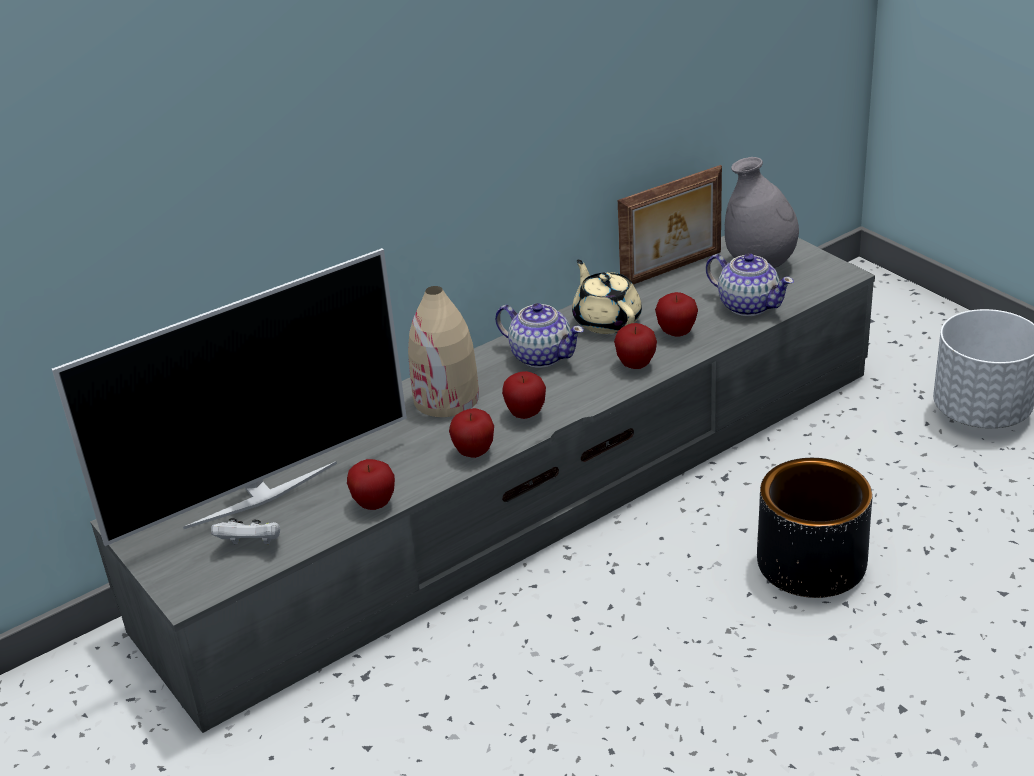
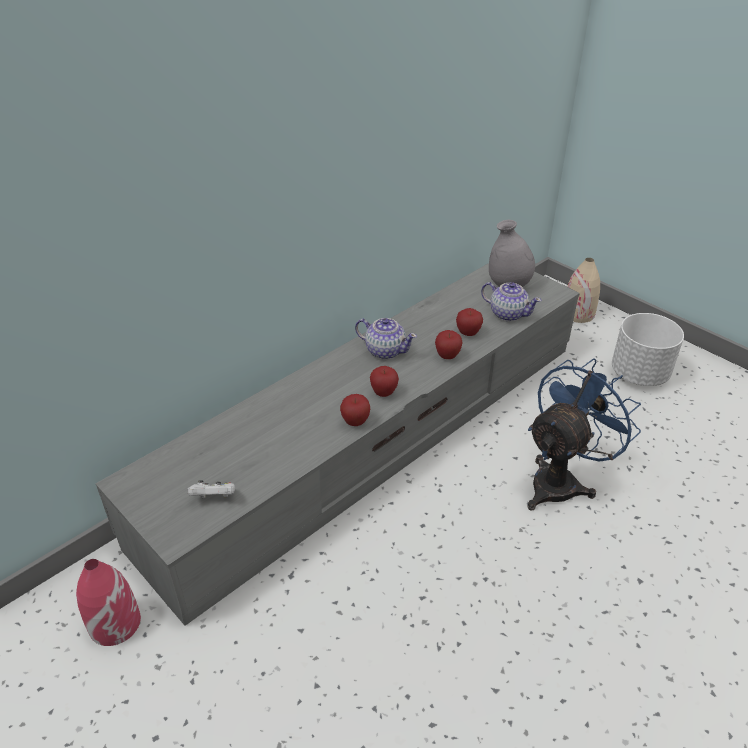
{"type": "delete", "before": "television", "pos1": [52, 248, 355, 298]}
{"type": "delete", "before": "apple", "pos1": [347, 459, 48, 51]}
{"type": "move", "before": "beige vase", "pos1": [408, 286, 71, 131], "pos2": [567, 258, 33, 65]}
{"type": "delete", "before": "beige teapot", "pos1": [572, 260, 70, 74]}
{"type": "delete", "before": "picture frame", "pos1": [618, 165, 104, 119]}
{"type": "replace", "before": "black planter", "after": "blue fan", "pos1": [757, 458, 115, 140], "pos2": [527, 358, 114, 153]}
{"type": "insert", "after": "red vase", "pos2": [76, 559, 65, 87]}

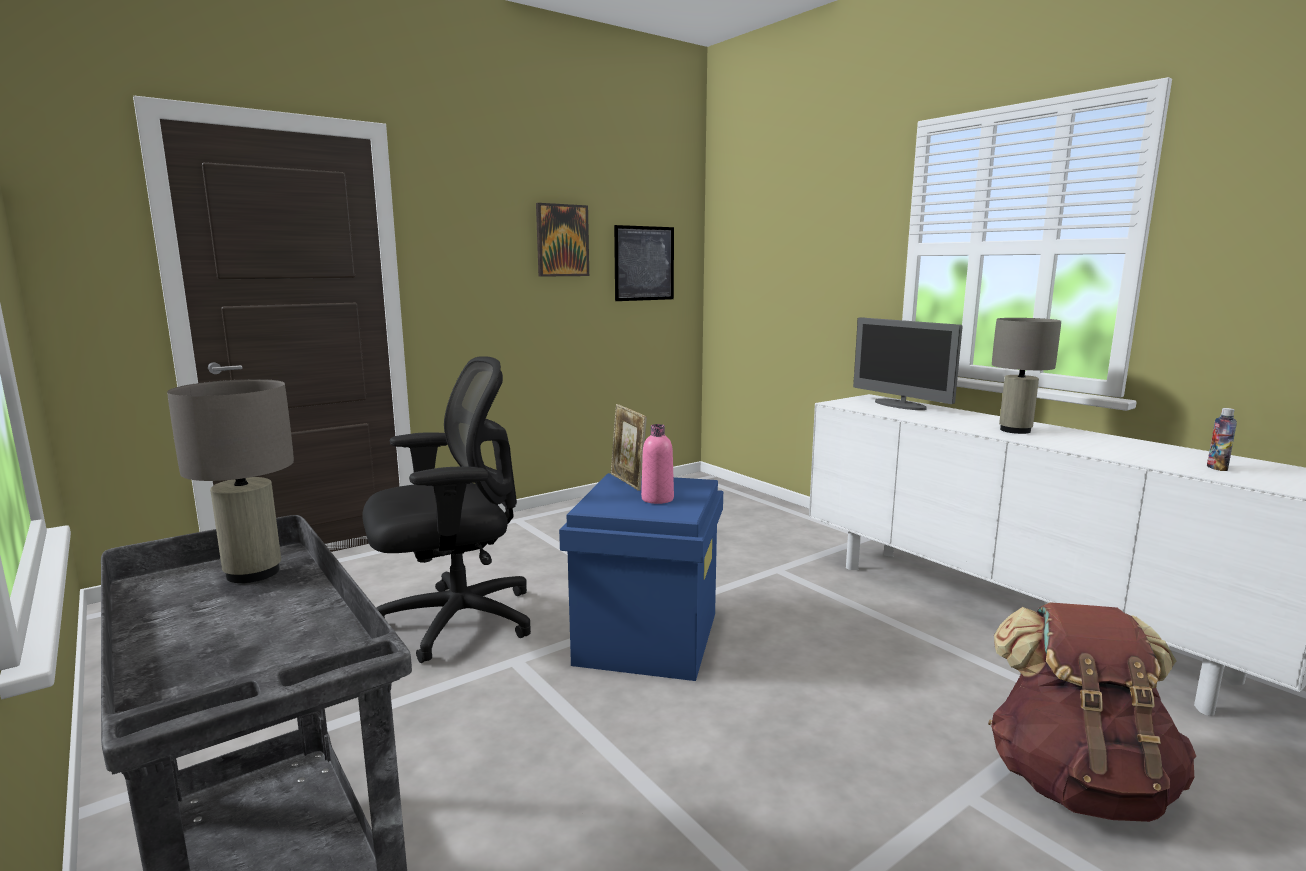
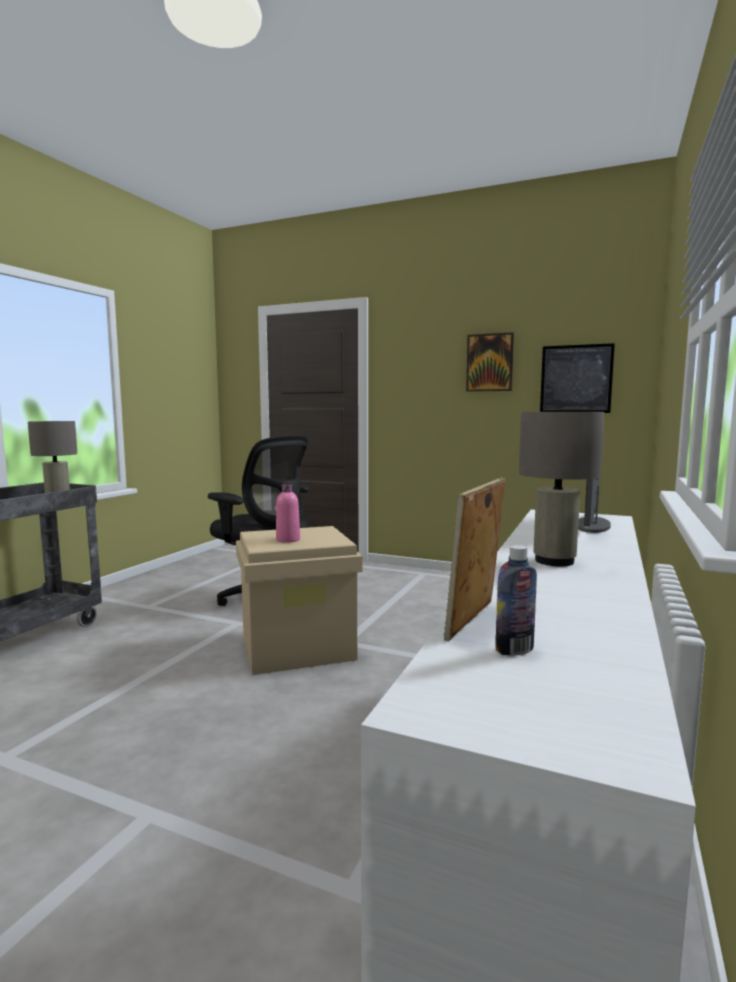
{"type": "recolor", "before": "blue storage box", "after": "beige storage box", "pos1": [559, 473, 164, 208], "pos2": [236, 526, 127, 149]}
{"type": "move", "before": "picture frame", "pos1": [610, 404, 37, 87], "pos2": [443, 478, 62, 163]}
{"type": "delete", "before": "brown backpack", "pos1": [988, 602, 208, 220]}

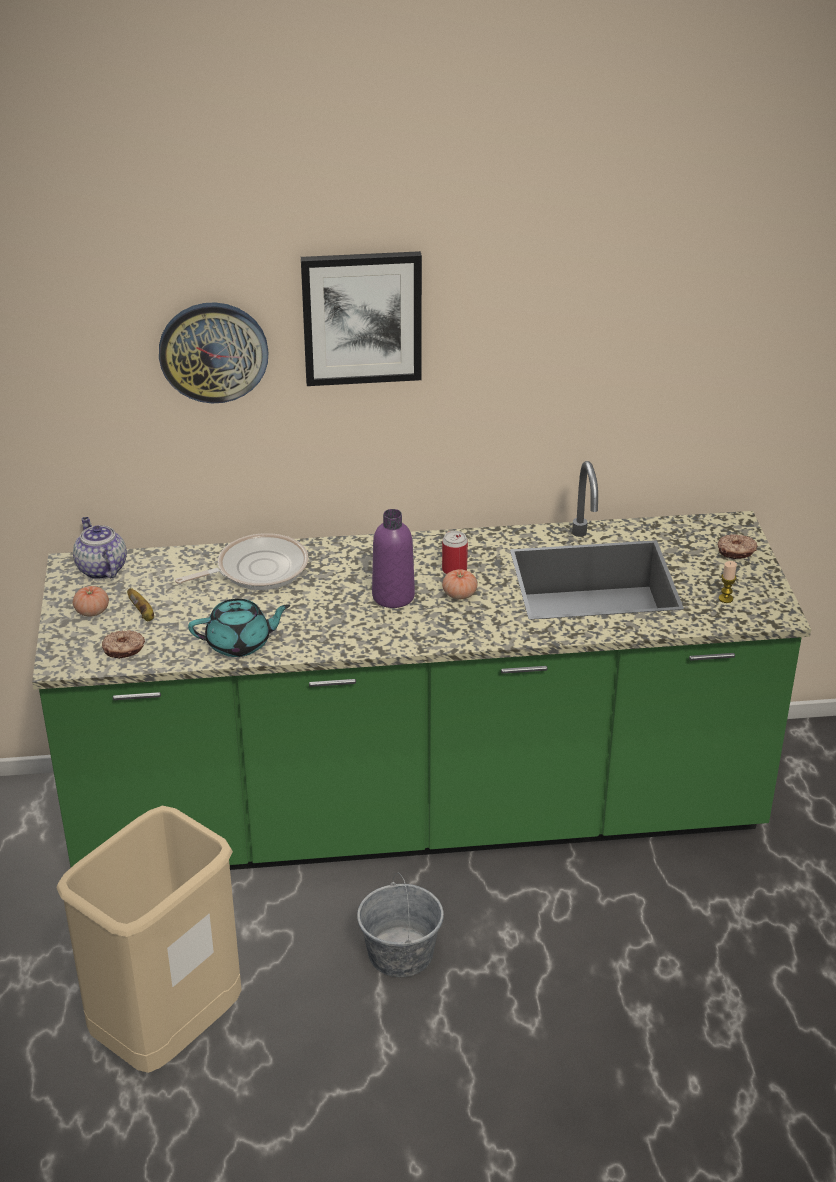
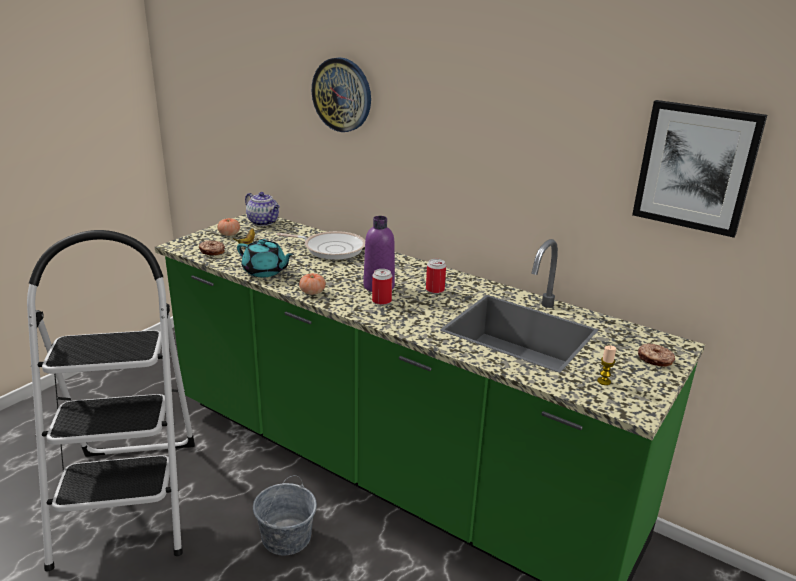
{"type": "replace", "before": "beige trash can", "after": "step ladder", "pos1": [56, 805, 186, 268], "pos2": [27, 230, 168, 341]}
{"type": "rotate", "before": "teapot", "pos1": [73, 517, 54, 62], "pos2": [245, 192, 35, 34], "turn": 120}
{"type": "move", "before": "picture", "pos1": [301, 251, 121, 135], "pos2": [632, 100, 135, 138]}
{"type": "move", "before": "tomato", "pos1": [442, 569, 35, 30], "pos2": [299, 273, 27, 22]}
{"type": "insert", "after": "can", "pos2": [372, 269, 20, 36]}

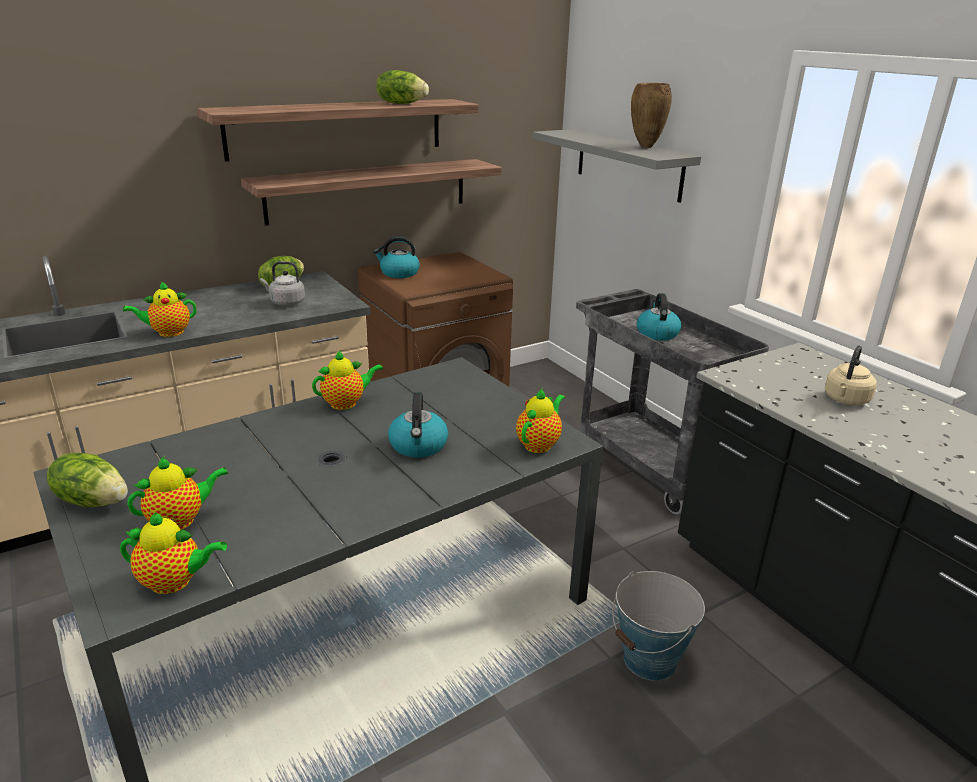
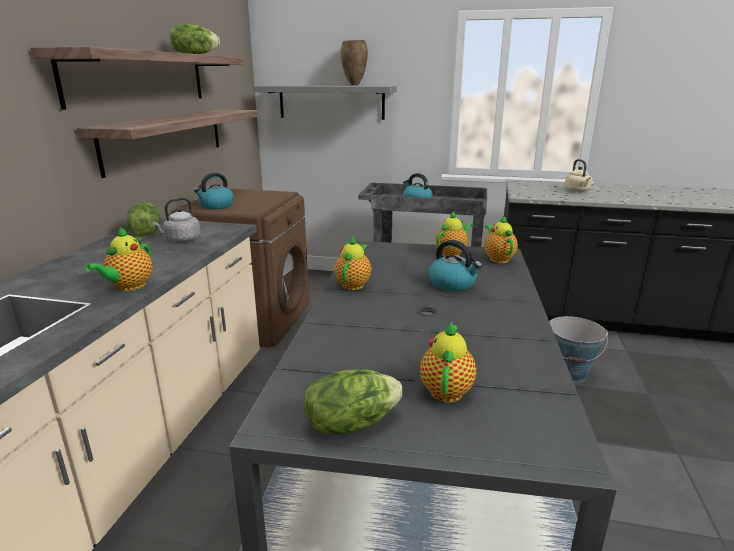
{"type": "move", "before": "teapot", "pos1": [120, 512, 107, 82], "pos2": [436, 211, 38, 45]}

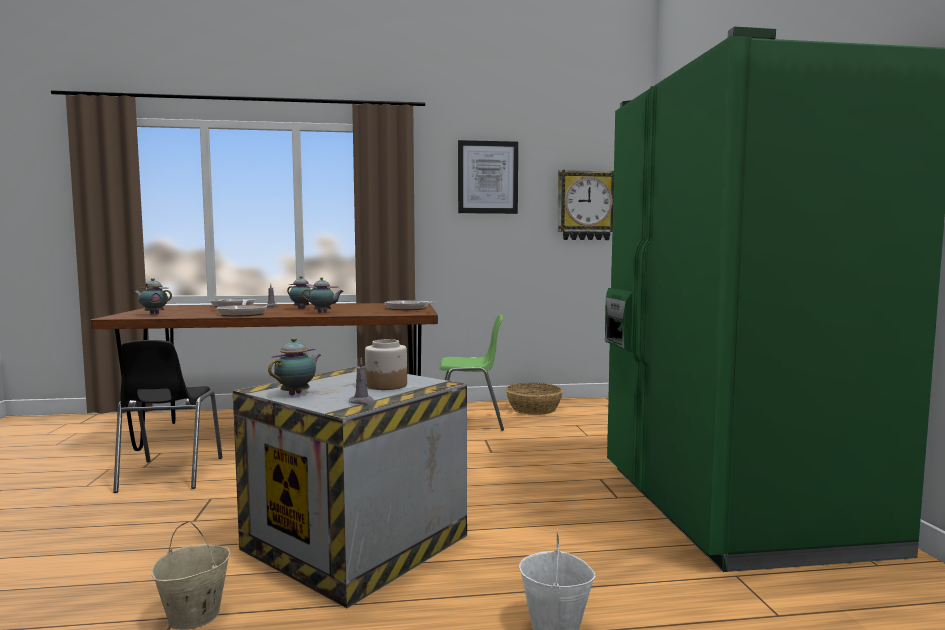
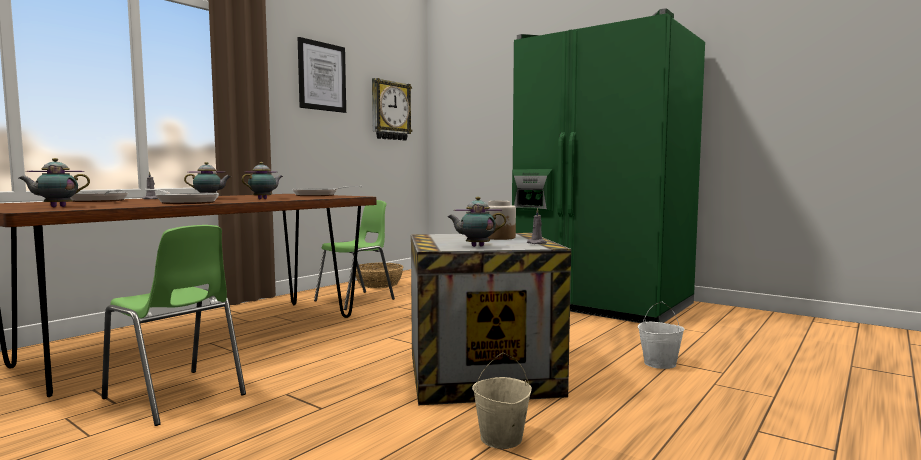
{"type": "recolor", "before": "black chair", "after": "green chair", "pos1": [113, 340, 109, 153], "pos2": [102, 225, 144, 201]}
{"type": "rotate", "before": "teapot", "pos1": [268, 337, 53, 58], "pos2": [447, 197, 59, 50], "turn": -75}

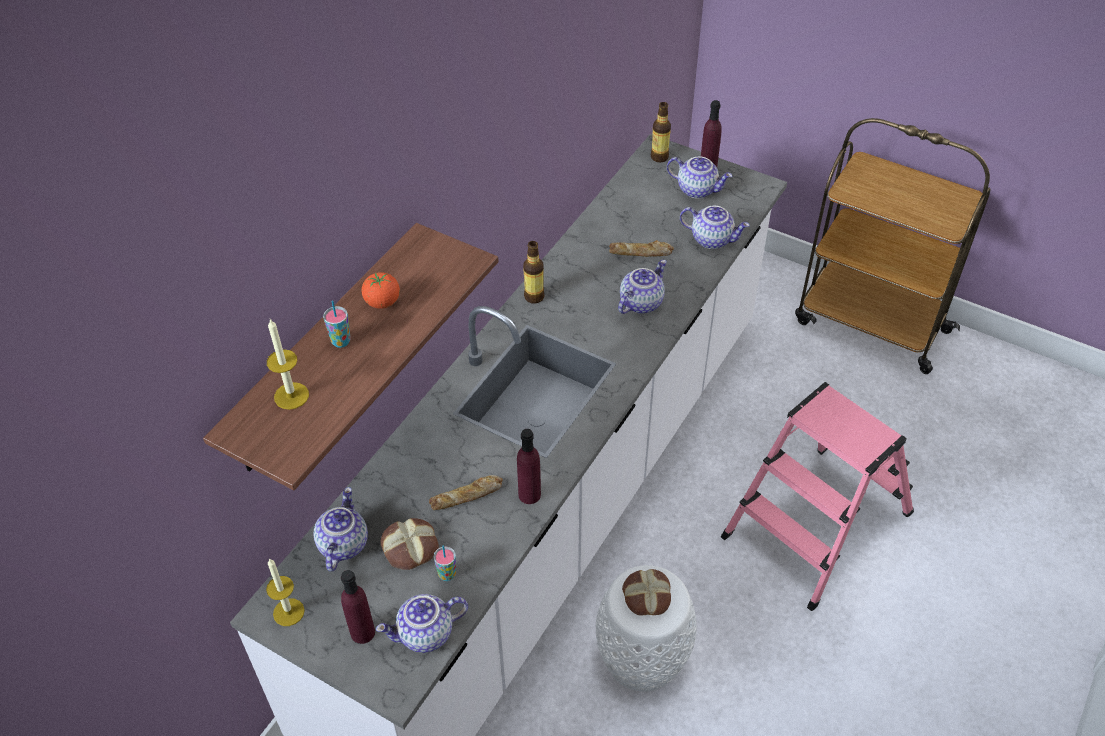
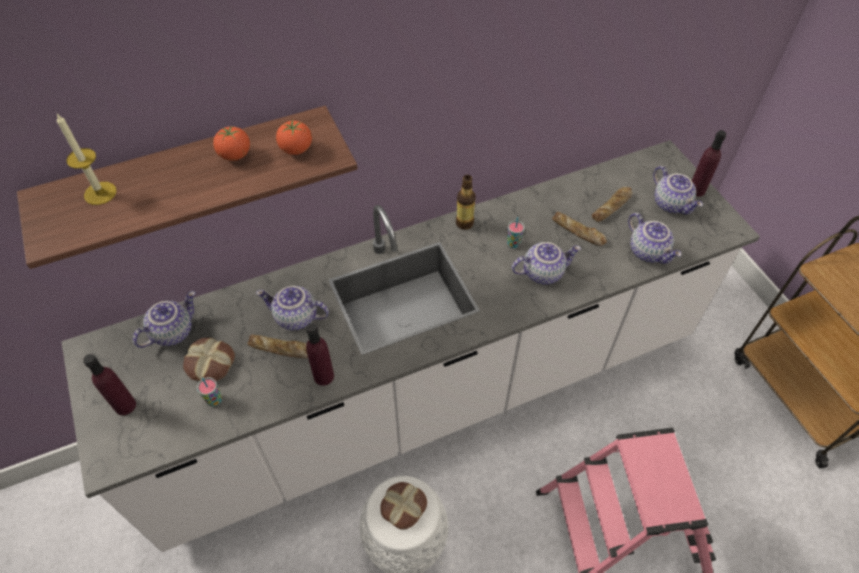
{"type": "delete", "before": "candle", "pos1": [266, 558, 39, 68]}
{"type": "move", "before": "cup", "pos1": [323, 301, 28, 47], "pos2": [507, 217, 18, 31]}
{"type": "move", "before": "teapot", "pos1": [376, 594, 92, 59], "pos2": [256, 286, 73, 44]}
{"type": "delete", "before": "bottle", "pos1": [651, 102, 20, 60]}
{"type": "insert", "after": "tomato", "pos2": [276, 120, 36, 35]}
{"type": "insert", "after": "bread", "pos2": [592, 187, 40, 35]}

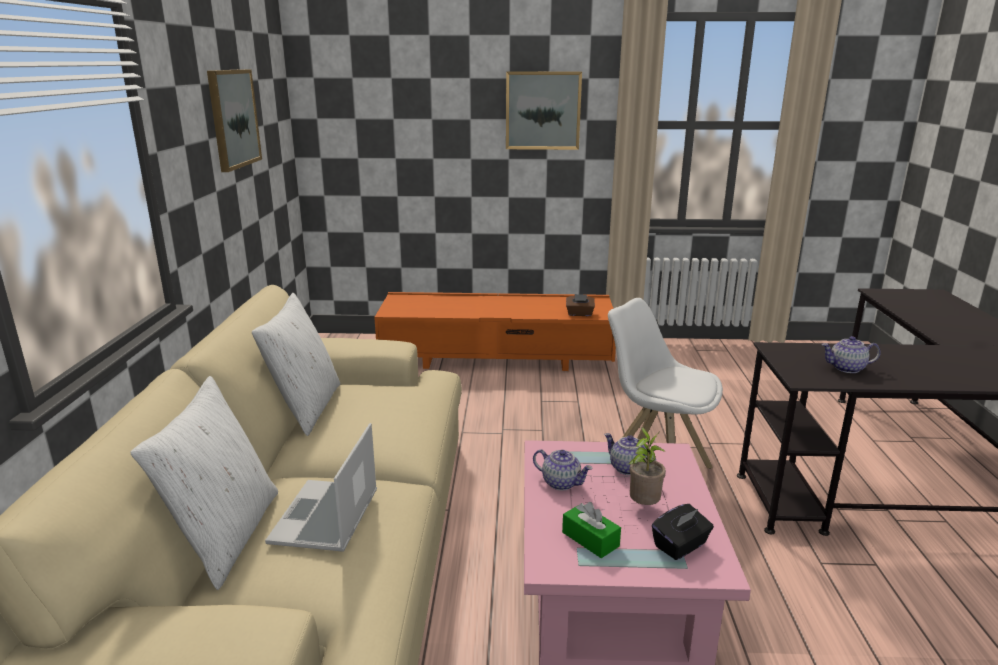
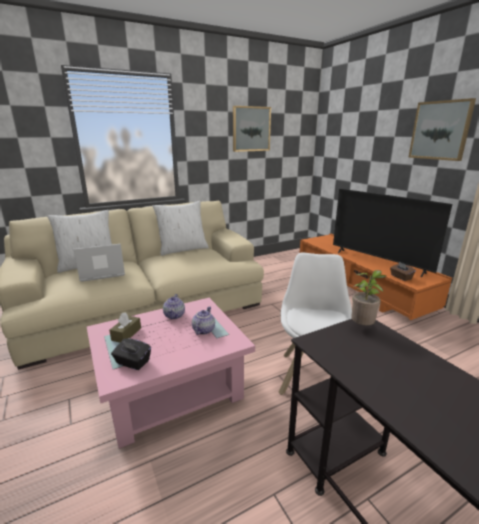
{"type": "recolor", "before": "green tissue box", "after": "brown tissue box", "pos1": [562, 502, 59, 56], "pos2": [109, 313, 32, 30]}
{"type": "move", "before": "potted plant", "pos1": [629, 427, 37, 78], "pos2": [351, 270, 35, 55]}
{"type": "delete", "before": "teapot", "pos1": [821, 336, 60, 37]}
{"type": "insert", "after": "television", "pos2": [333, 189, 119, 88]}

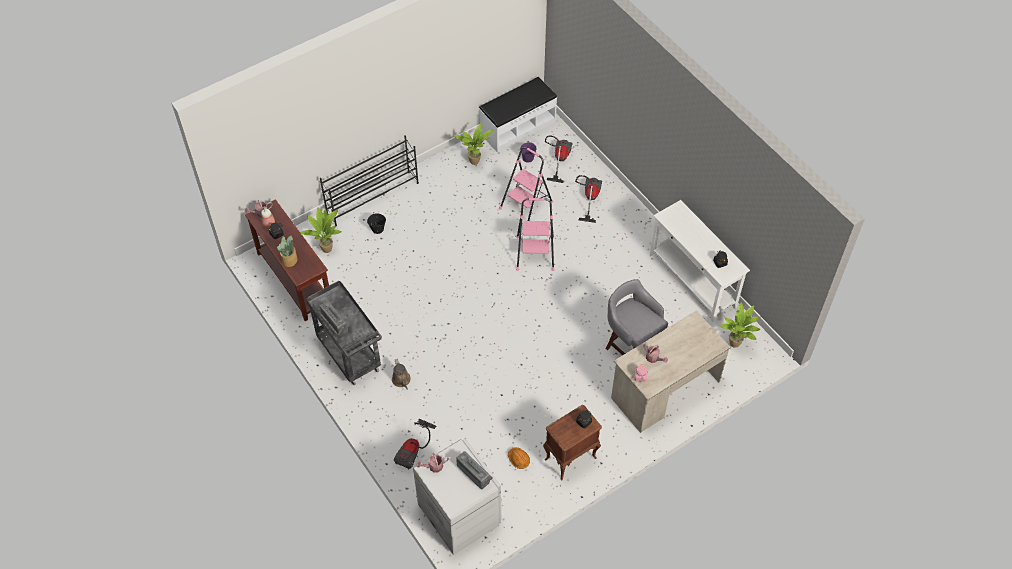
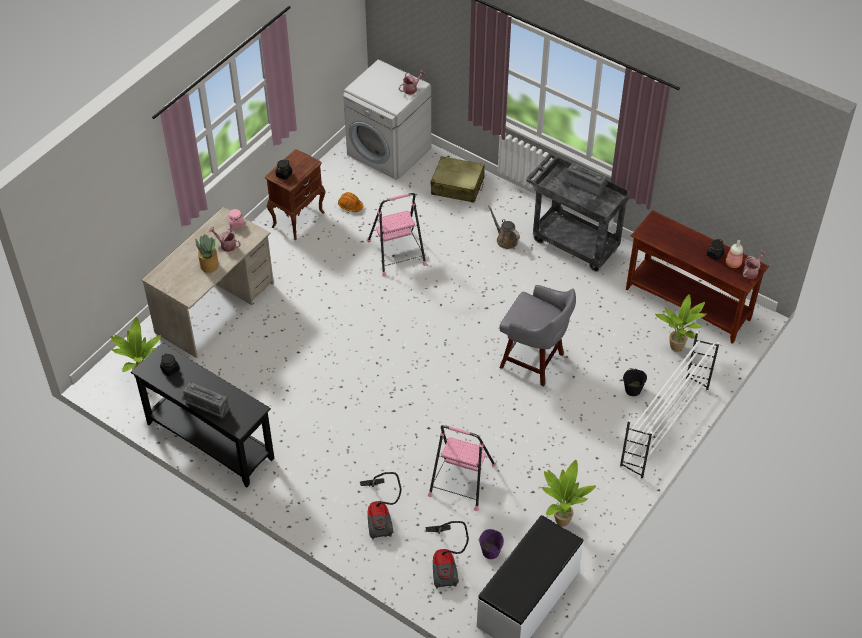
{"type": "move", "before": "potted plant", "pos1": [277, 236, 20, 31], "pos2": [195, 234, 24, 39]}
{"type": "recolor", "before": "black shoe rack", "after": "white shoe rack", "pos1": [320, 135, 99, 91], "pos2": [620, 331, 100, 148]}
{"type": "replace", "before": "vacuum cleaner", "after": "beige suitcase", "pos1": [394, 419, 42, 51], "pos2": [431, 156, 54, 47]}
{"type": "move", "before": "radio", "pos1": [456, 451, 36, 38], "pos2": [182, 382, 47, 36]}
{"type": "move", "before": "pink step ladder", "pos1": [516, 198, 39, 73], "pos2": [367, 193, 60, 84]}
{"type": "move", "before": "grey stool", "pos1": [605, 279, 63, 76], "pos2": [499, 285, 77, 101]}
{"type": "recolor", "before": "white console table", "after": "black console table", "pos1": [650, 200, 100, 122], "pos2": [131, 343, 143, 145]}

